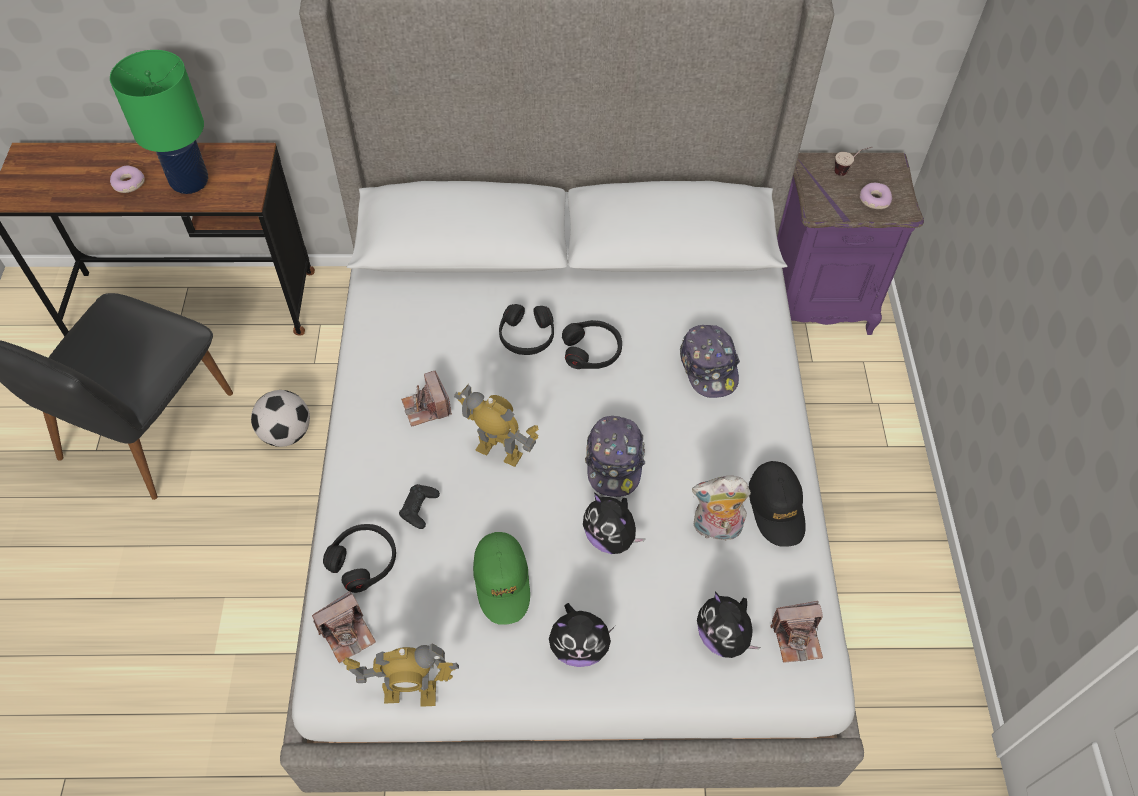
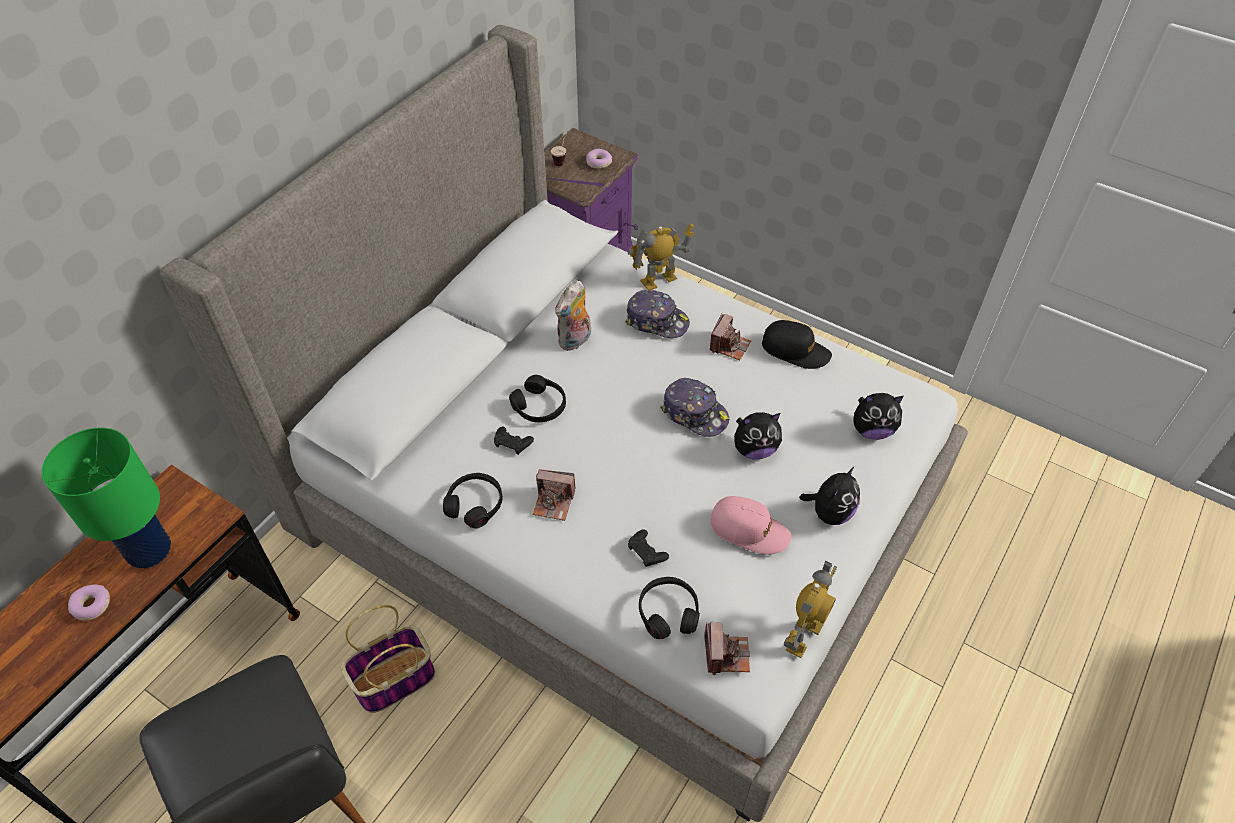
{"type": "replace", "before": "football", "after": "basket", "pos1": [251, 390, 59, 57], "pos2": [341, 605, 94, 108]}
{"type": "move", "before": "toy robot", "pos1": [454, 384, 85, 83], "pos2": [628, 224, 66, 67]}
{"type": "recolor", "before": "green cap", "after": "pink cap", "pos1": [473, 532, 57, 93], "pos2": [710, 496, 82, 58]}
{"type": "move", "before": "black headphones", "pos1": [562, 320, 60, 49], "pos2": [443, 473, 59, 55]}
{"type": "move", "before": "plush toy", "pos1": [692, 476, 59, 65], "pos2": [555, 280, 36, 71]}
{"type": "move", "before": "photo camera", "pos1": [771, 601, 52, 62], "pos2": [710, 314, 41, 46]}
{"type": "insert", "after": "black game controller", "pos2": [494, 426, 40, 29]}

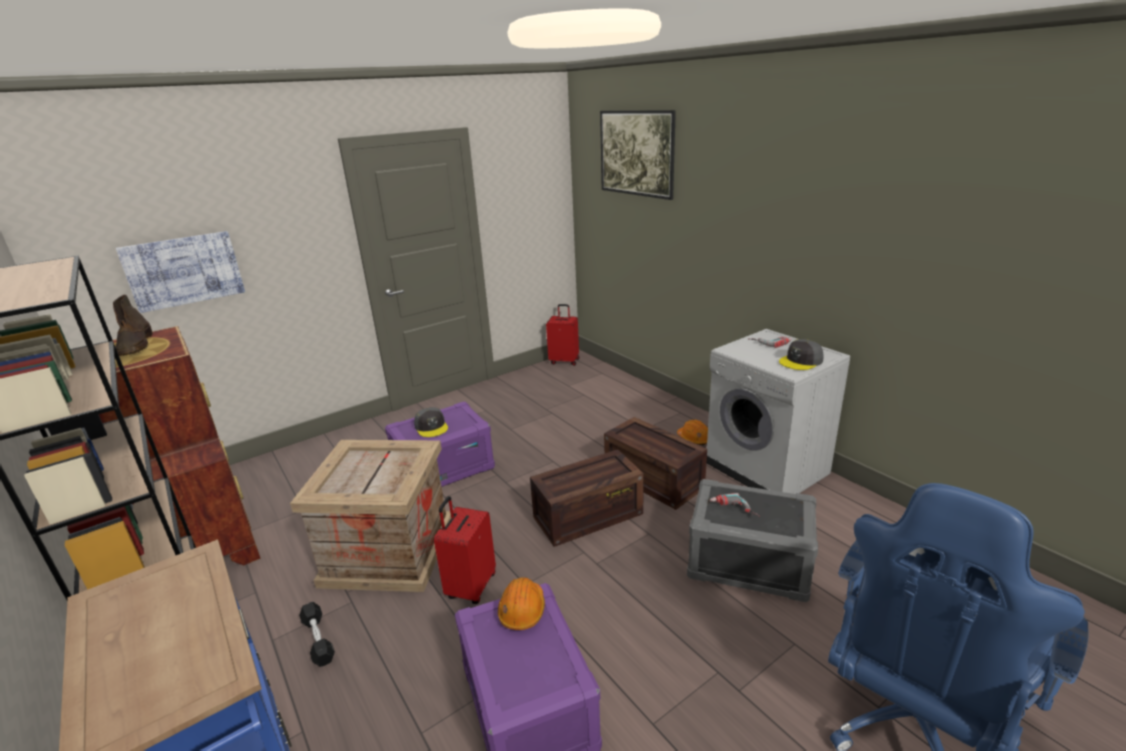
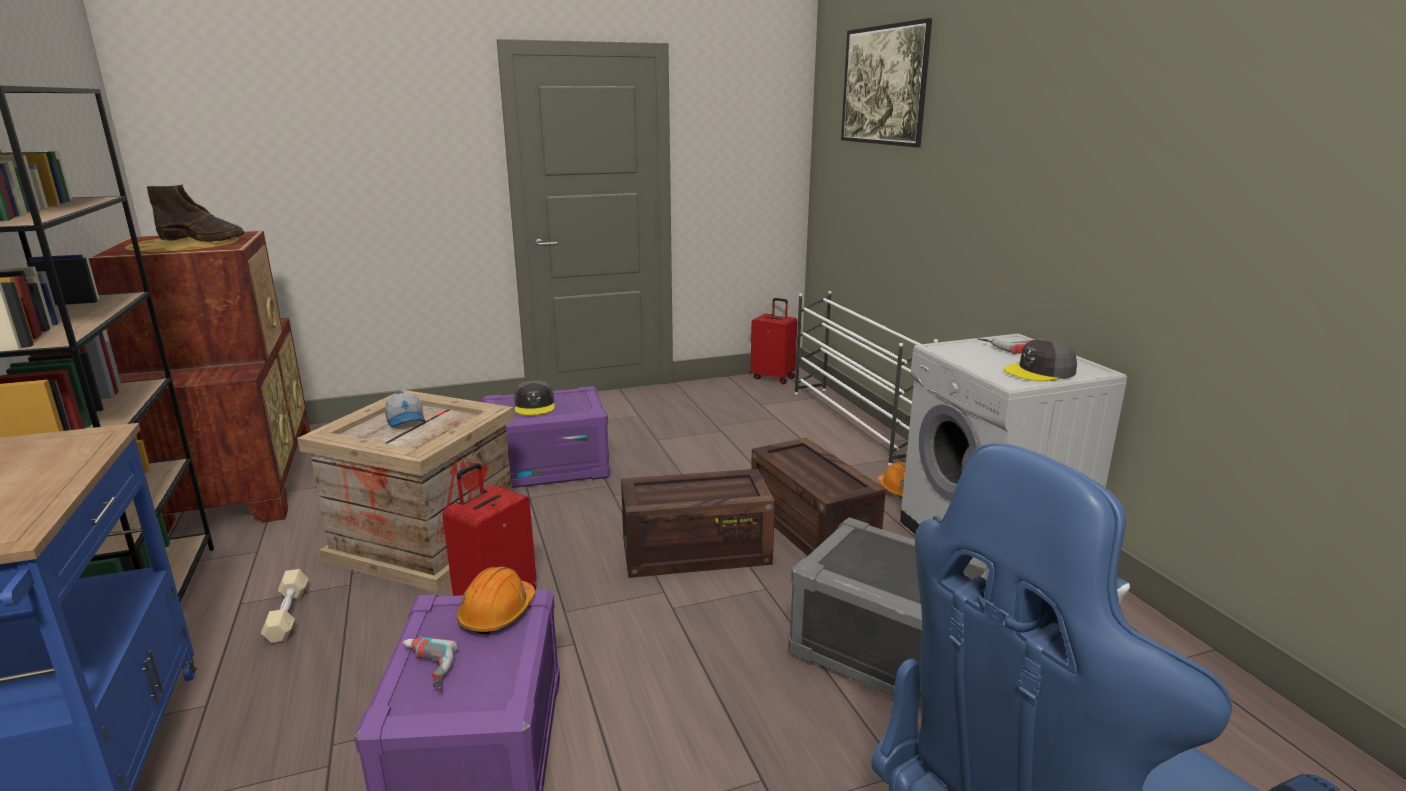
{"type": "rotate", "before": "brown boot", "pos1": [113, 295, 40, 61], "pos2": [147, 184, 97, 58], "turn": -75}
{"type": "delete", "before": "picture", "pos1": [116, 231, 129, 82]}
{"type": "recolor", "before": "black dumbbell", "after": "beige dumbbell", "pos1": [299, 602, 36, 65], "pos2": [261, 569, 48, 74]}
{"type": "move", "before": "power drill", "pos1": [710, 493, 50, 24], "pos2": [403, 637, 55, 57]}
{"type": "insert", "after": "cap", "pos2": [385, 391, 40, 37]}
{"type": "insert", "after": "white shoe rack", "pos2": [795, 291, 143, 175]}

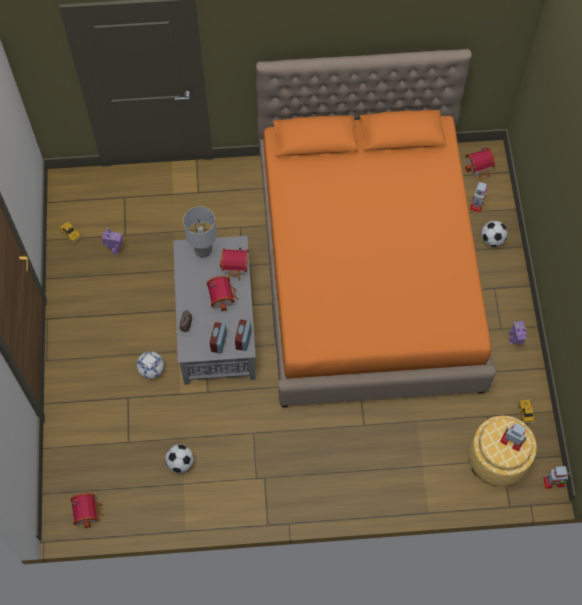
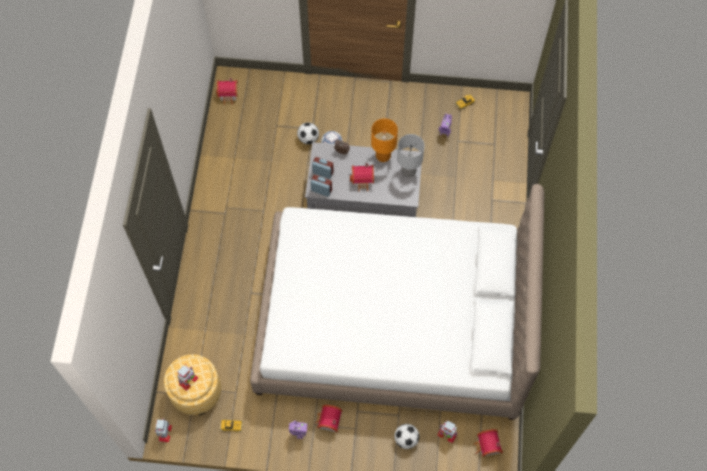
{"type": "move", "before": "football", "pos1": [165, 444, 29, 29], "pos2": [297, 122, 22, 22]}
{"type": "move", "before": "toy house", "pos1": [220, 247, 28, 34], "pos2": [315, 405, 28, 27]}
{"type": "recolor", "before": "orange bed", "after": "white bed", "pos1": [256, 48, 240, 360], "pos2": [250, 184, 295, 236]}
{"type": "insert", "after": "orange table lamp", "pos2": [371, 119, 27, 43]}

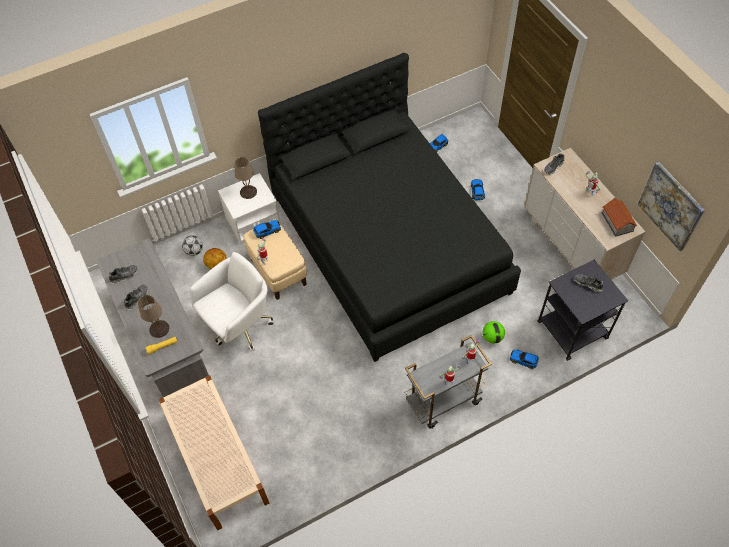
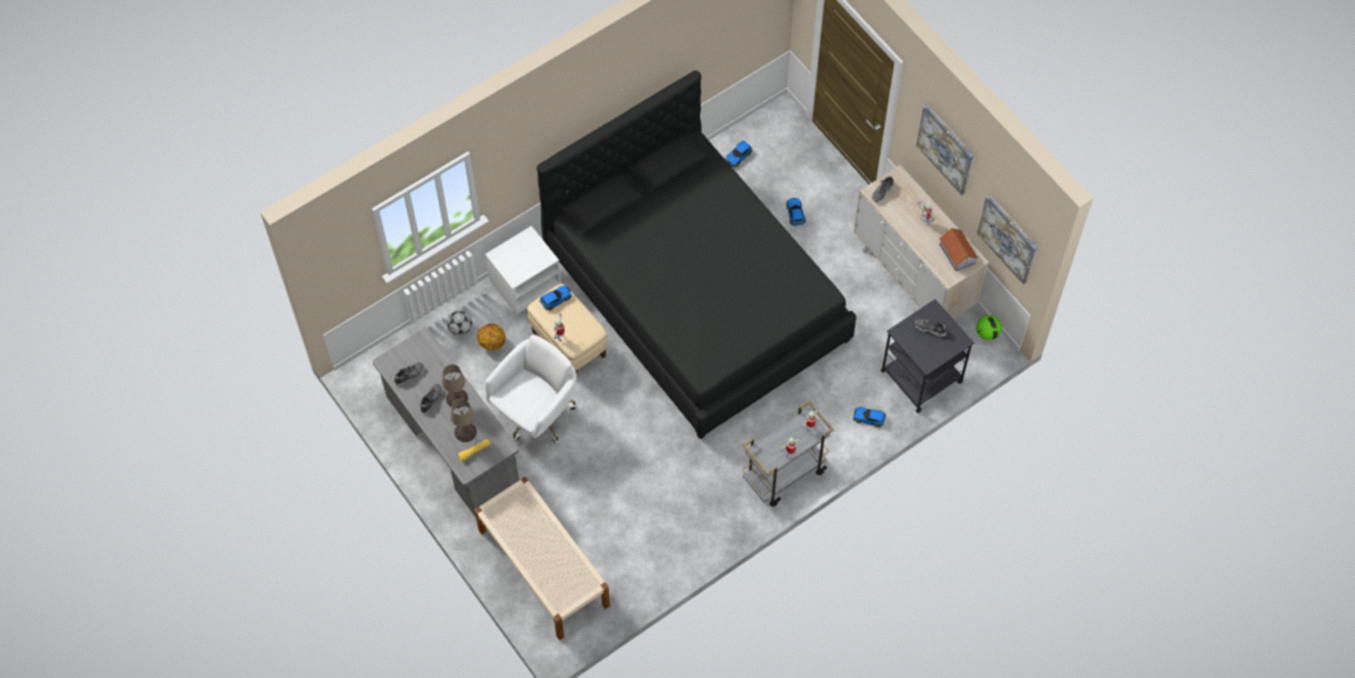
{"type": "move", "before": "beige table lamp", "pos1": [234, 157, 23, 42], "pos2": [442, 364, 26, 44]}
{"type": "move", "before": "football", "pos1": [483, 321, 22, 23], "pos2": [976, 315, 26, 25]}
{"type": "insert", "after": "picture", "pos2": [916, 104, 58, 91]}

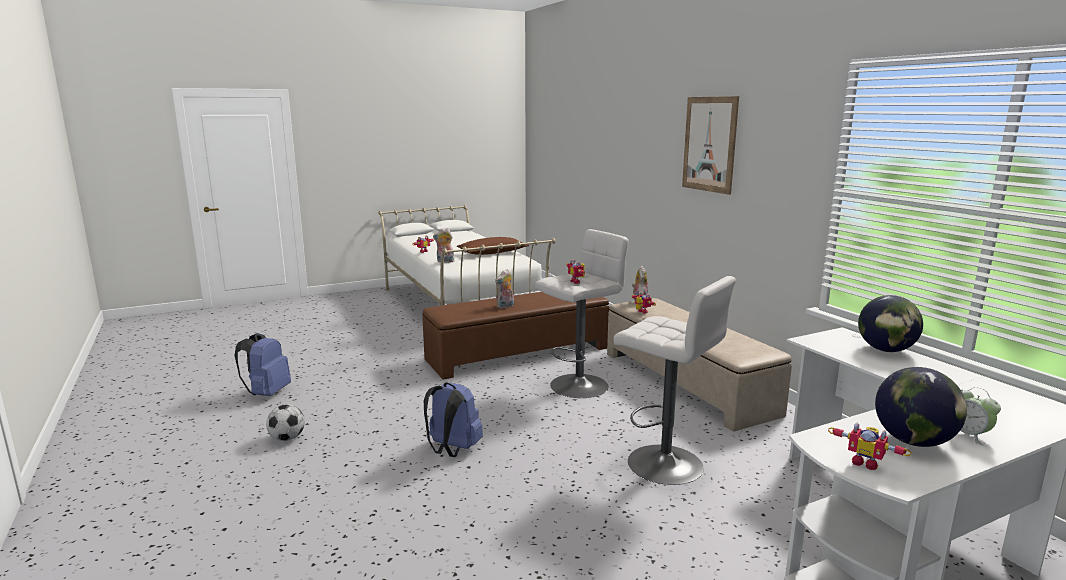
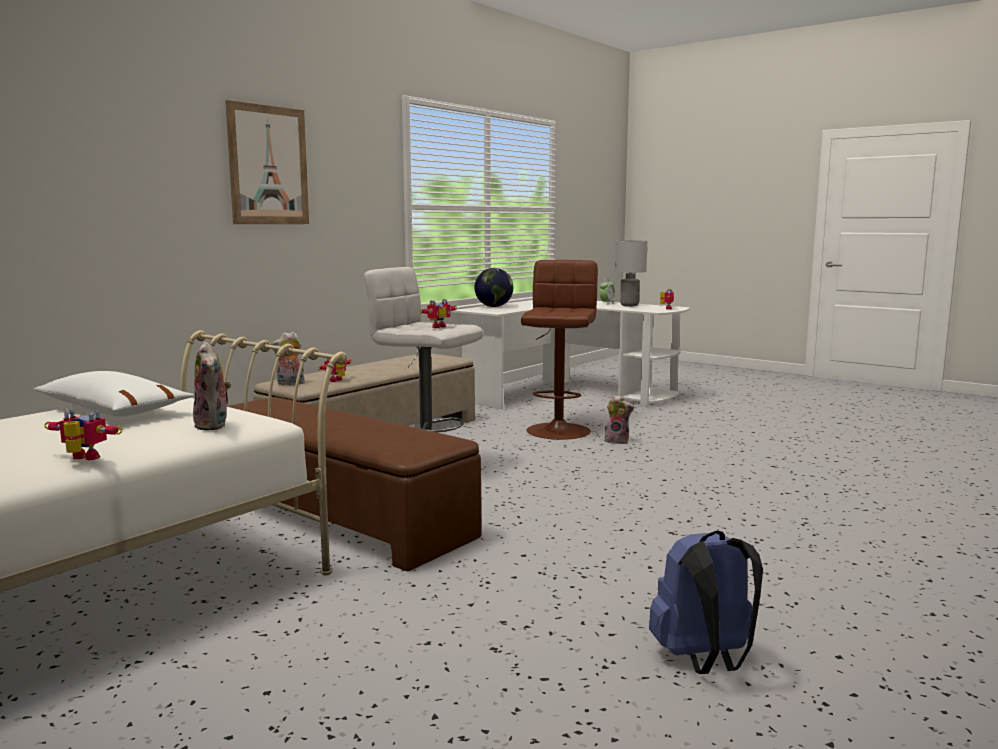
{"type": "delete", "before": "football", "pos1": [266, 404, 39, 37]}
{"type": "delete", "before": "blue backpack", "pos1": [424, 383, 59, 74]}
{"type": "recolor", "before": "brown pillow", "after": "white pillow", "pos1": [457, 237, 72, 18], "pos2": [34, 371, 160, 45]}
{"type": "move", "before": "plush toy", "pos1": [495, 269, 19, 40], "pos2": [604, 395, 30, 49]}
{"type": "recolor", "before": "white stool", "after": "brown stool", "pos1": [614, 276, 122, 209], "pos2": [521, 260, 77, 180]}
{"type": "replace", "before": "globe", "after": "grey table lamp", "pos1": [875, 367, 92, 80], "pos2": [615, 240, 32, 67]}

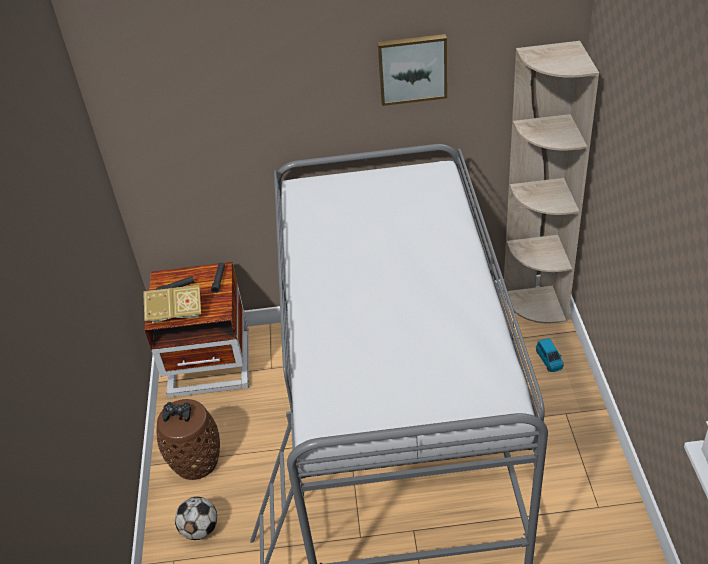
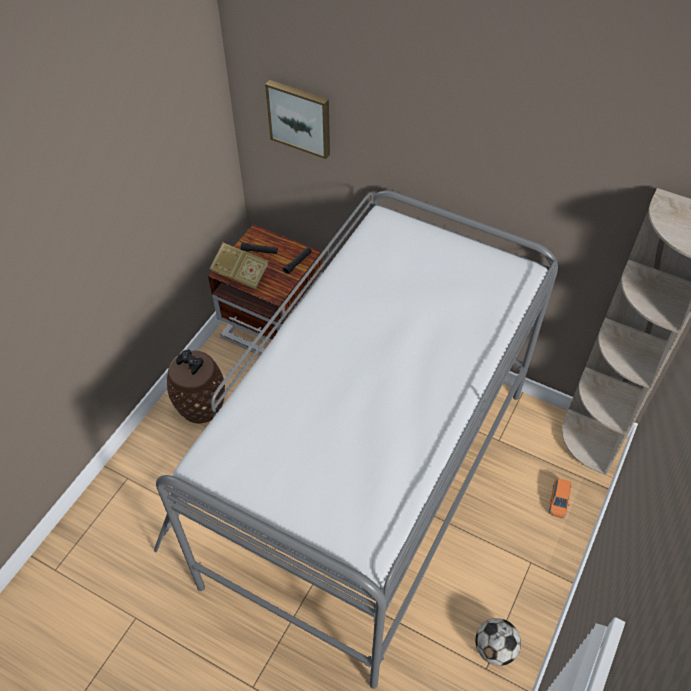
{"type": "move", "before": "football", "pos1": [175, 497, 42, 43], "pos2": [475, 618, 46, 48]}
{"type": "move", "before": "picture", "pos1": [378, 34, 69, 72], "pos2": [265, 80, 65, 79]}
{"type": "recolor", "before": "blue toy car", "after": "orange toy car", "pos1": [536, 338, 28, 34], "pos2": [549, 478, 22, 40]}

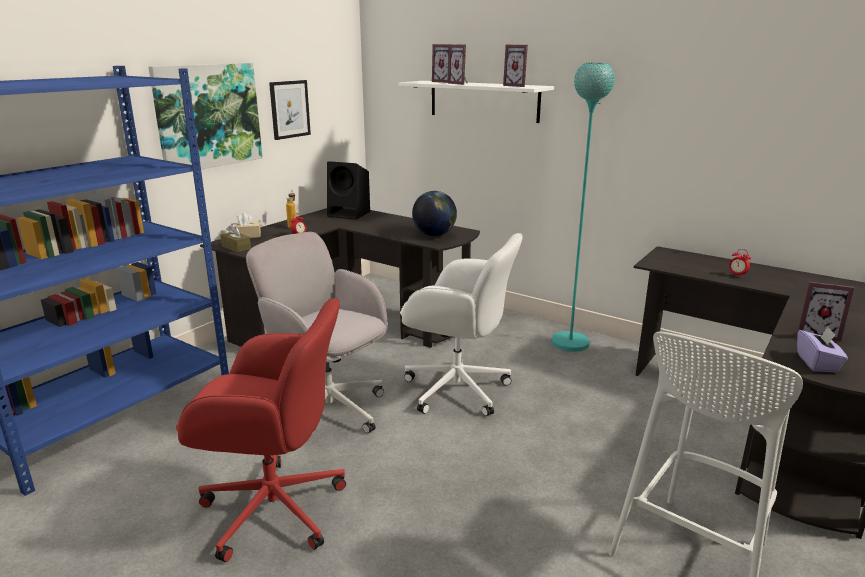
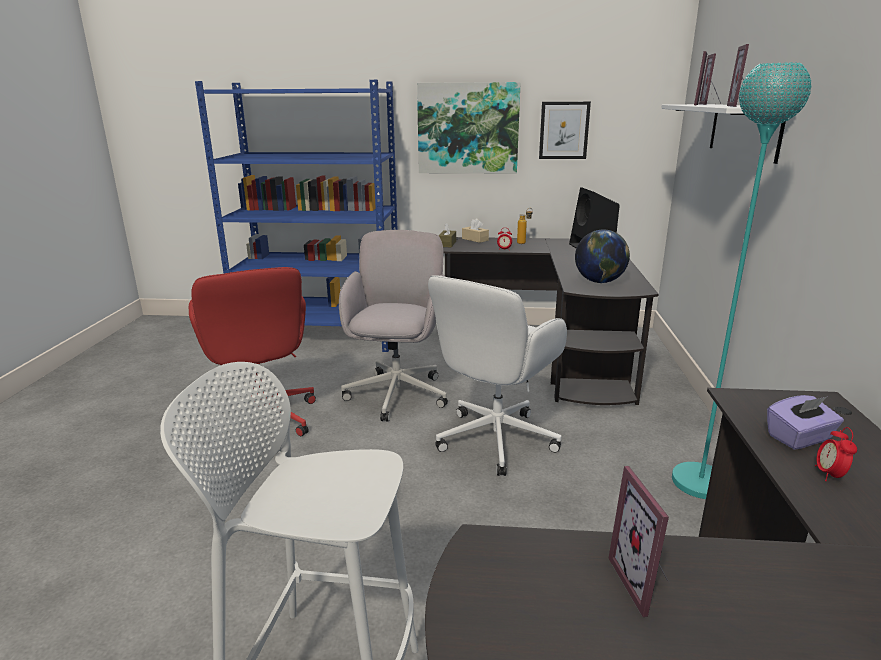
{"type": "rotate", "before": "white office chair", "pos1": [400, 233, 123, 183], "pos2": [428, 276, 139, 200], "turn": 45}
{"type": "move", "before": "purple tissue box", "pos1": [797, 327, 51, 46], "pos2": [767, 395, 77, 54]}

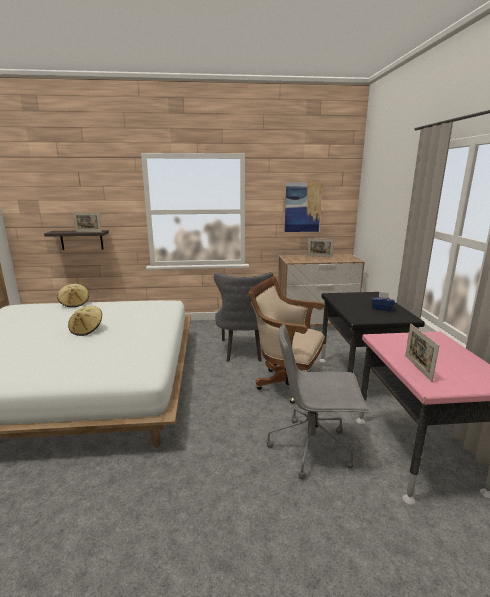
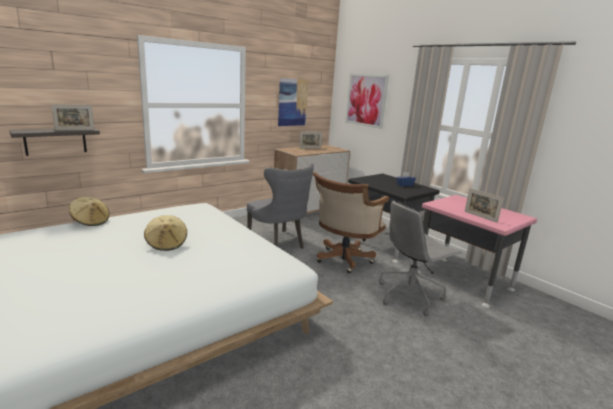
{"type": "rotate", "before": "office chair", "pos1": [248, 276, 77, 127], "pos2": [313, 172, 76, 101], "turn": -45}
{"type": "insert", "after": "picture", "pos2": [345, 73, 44, 56]}

